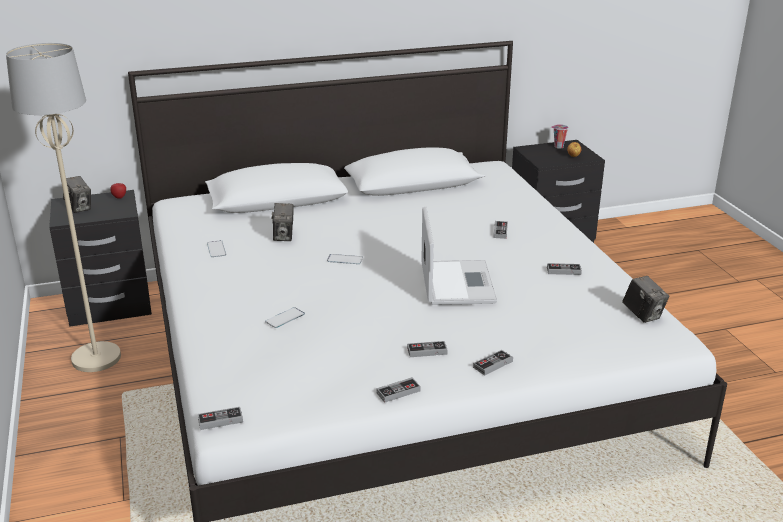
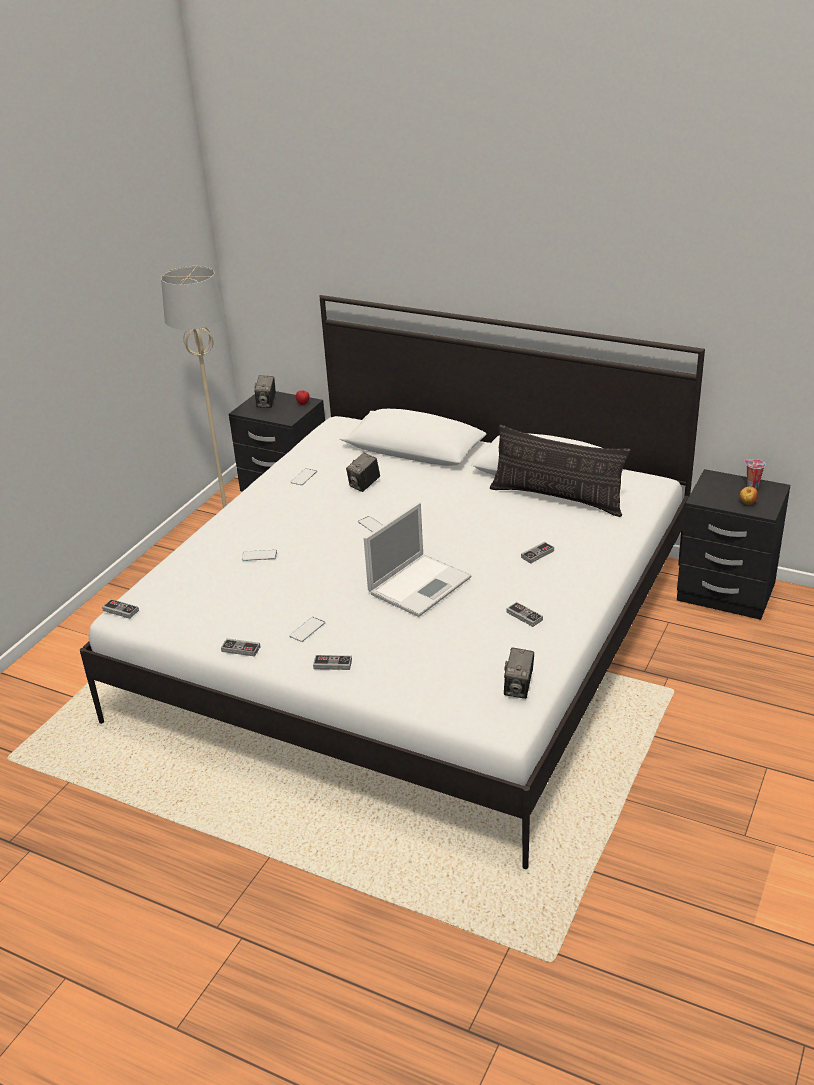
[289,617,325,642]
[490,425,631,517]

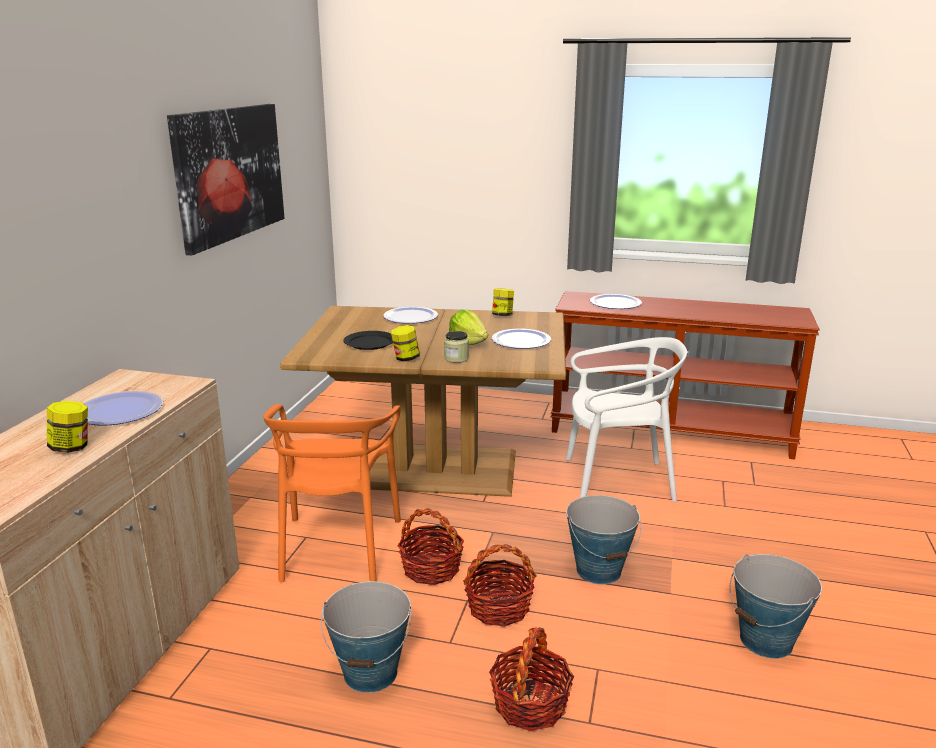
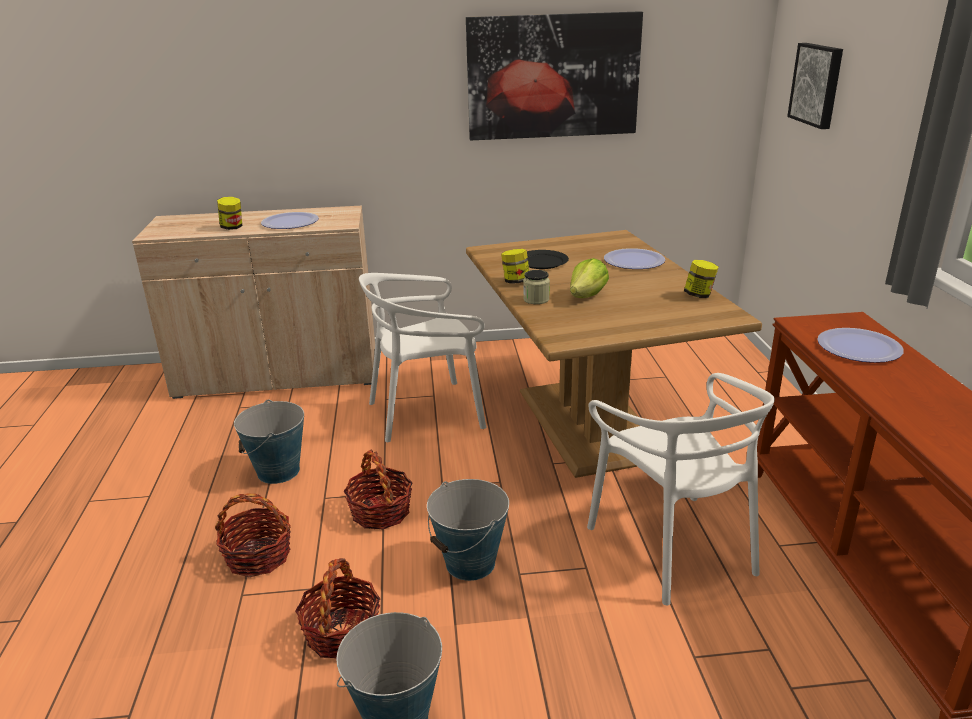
[359,273,486,442]
[295,558,380,659]
[492,329,551,349] (first image)
[787,43,843,129]

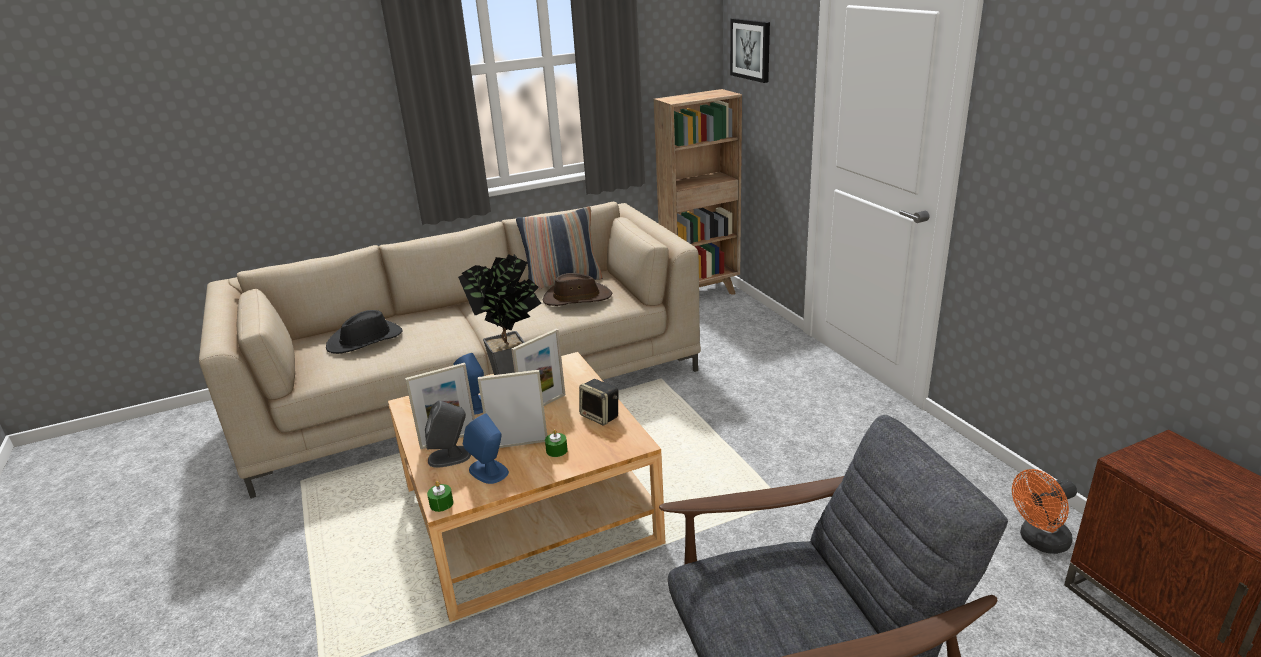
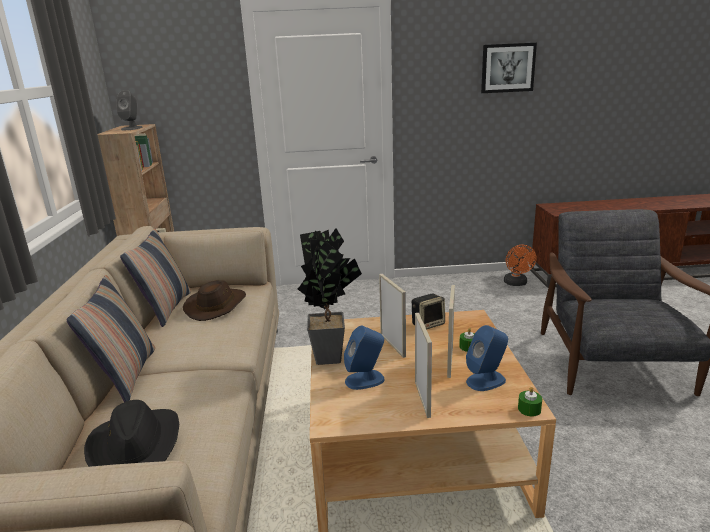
[117,90,143,130]
[481,43,537,93]
[67,275,155,402]

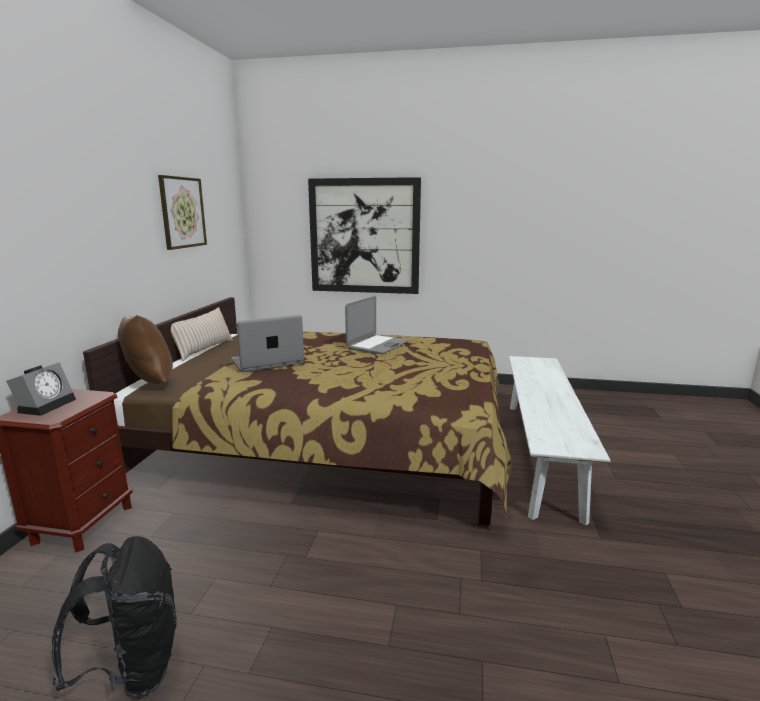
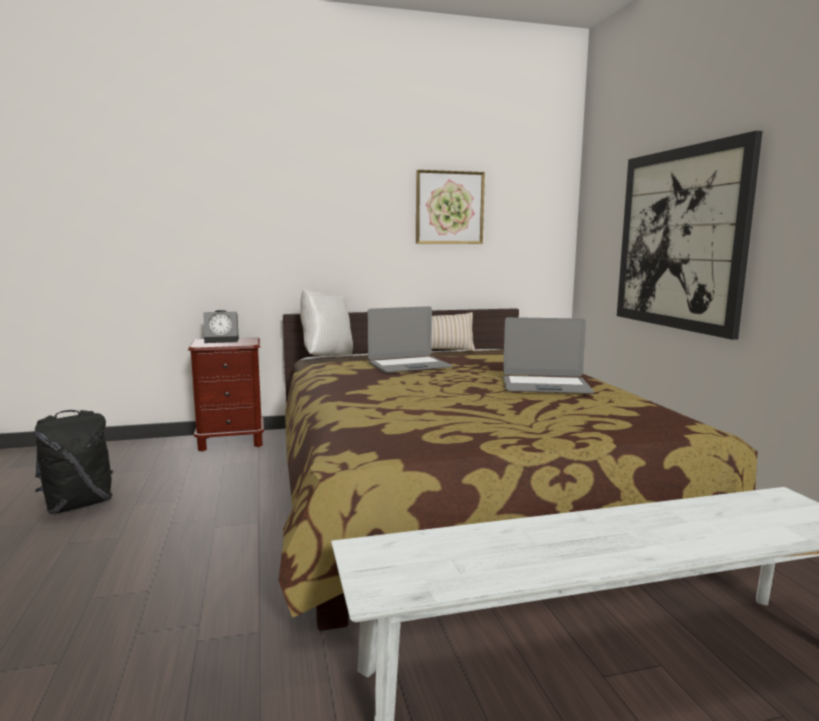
[300,289,353,356]
[368,306,452,373]

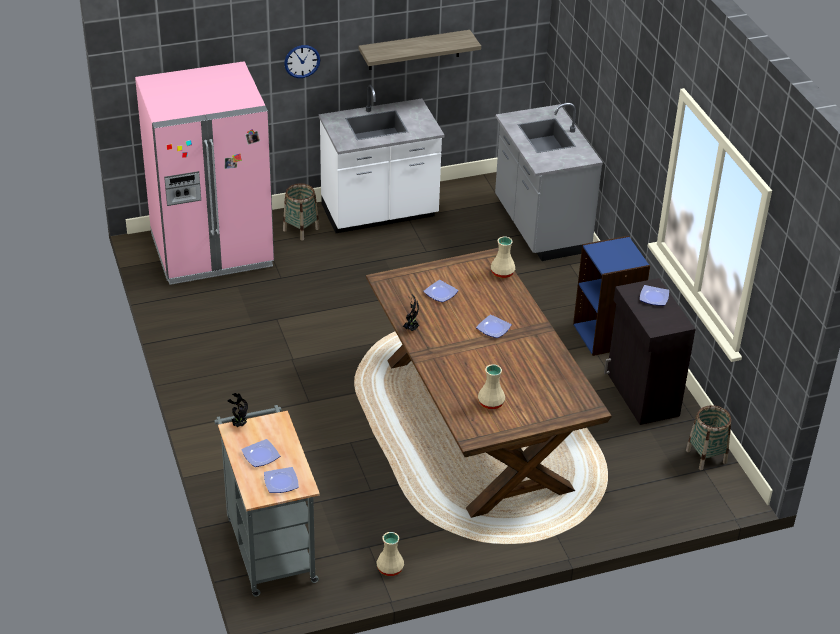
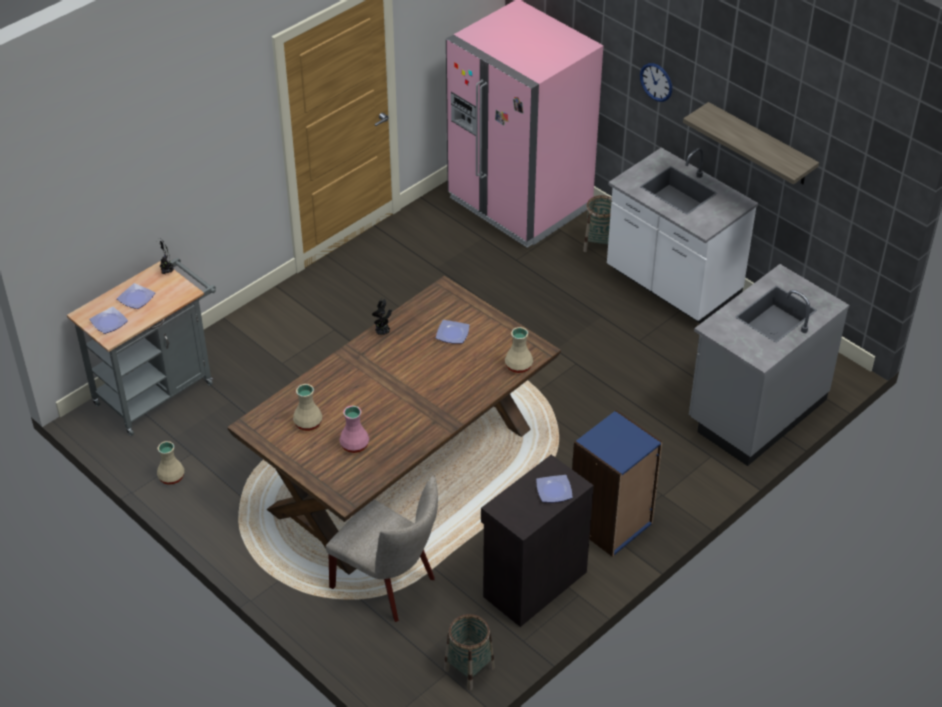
[476,315,512,338] (first image)
[326,476,438,622]
[339,406,369,453]

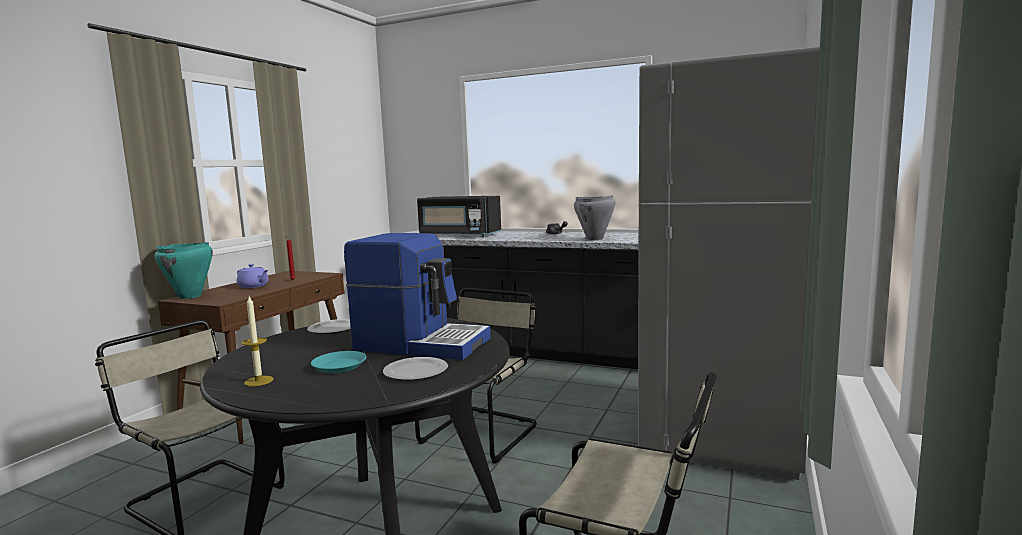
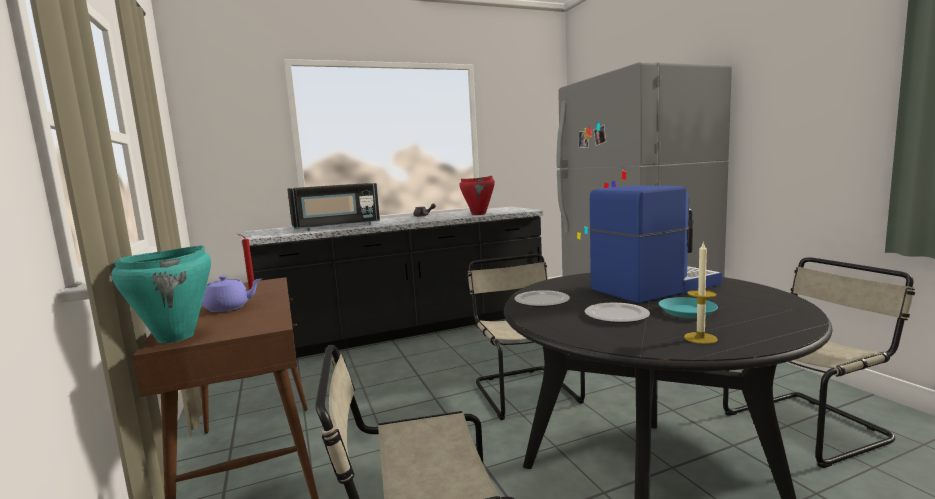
[585,303,650,323]
[460,176,495,215]

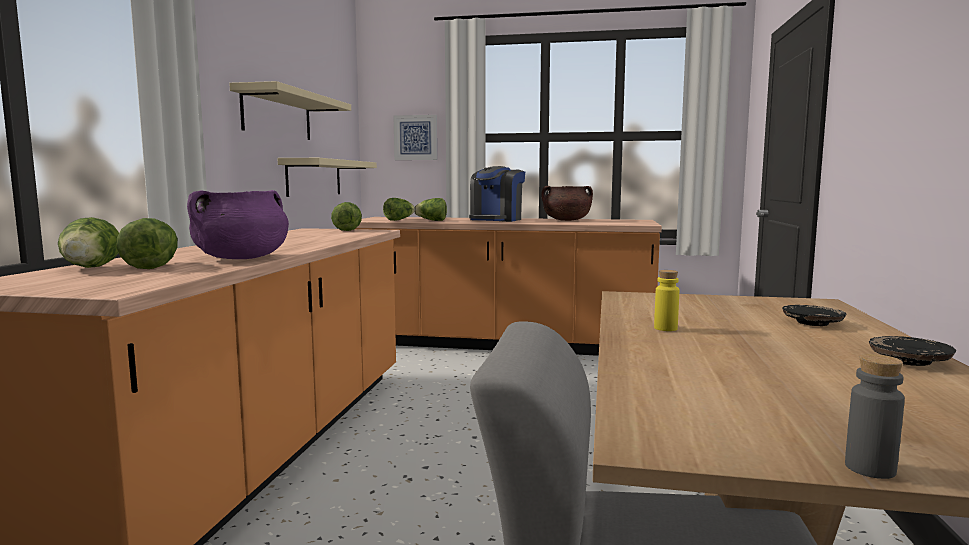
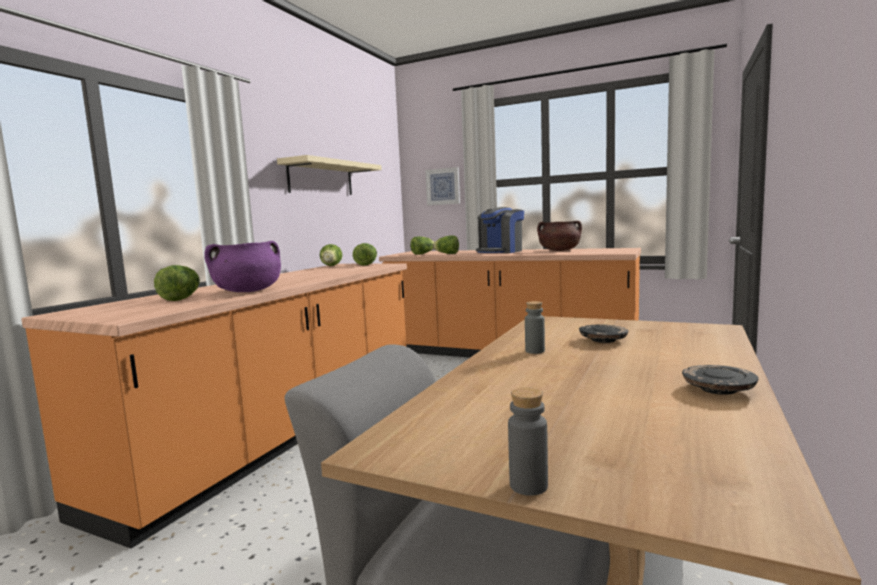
[320,244,342,266]
[278,158,377,197] (first image)
[525,301,545,354]
[579,325,628,343]

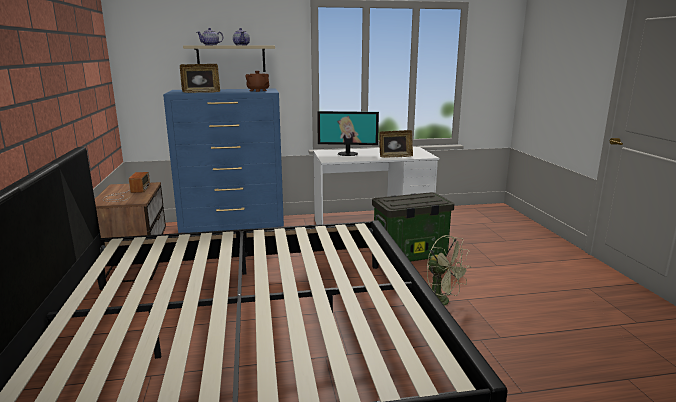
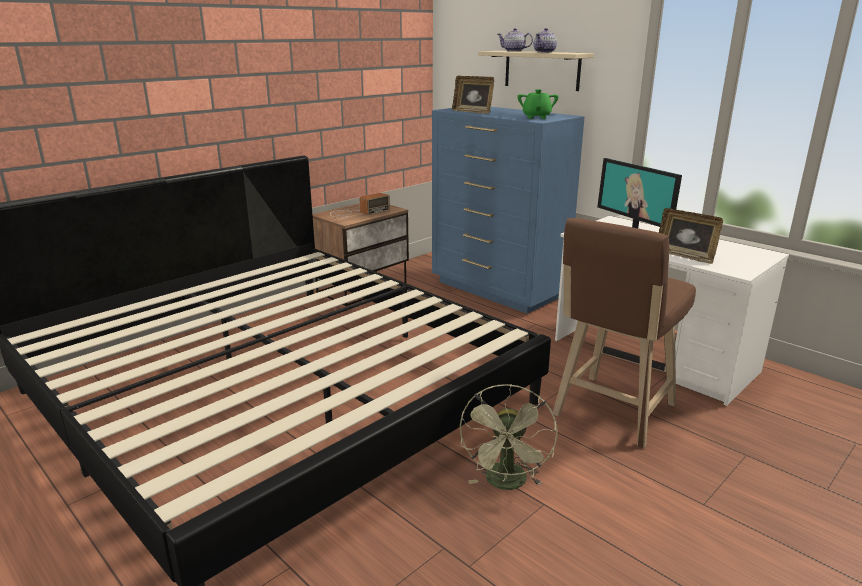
[517,89,559,119]
[553,218,696,449]

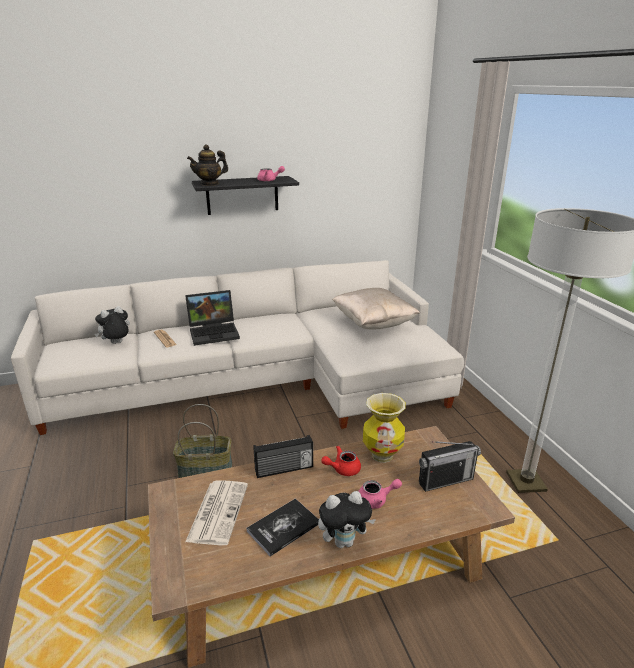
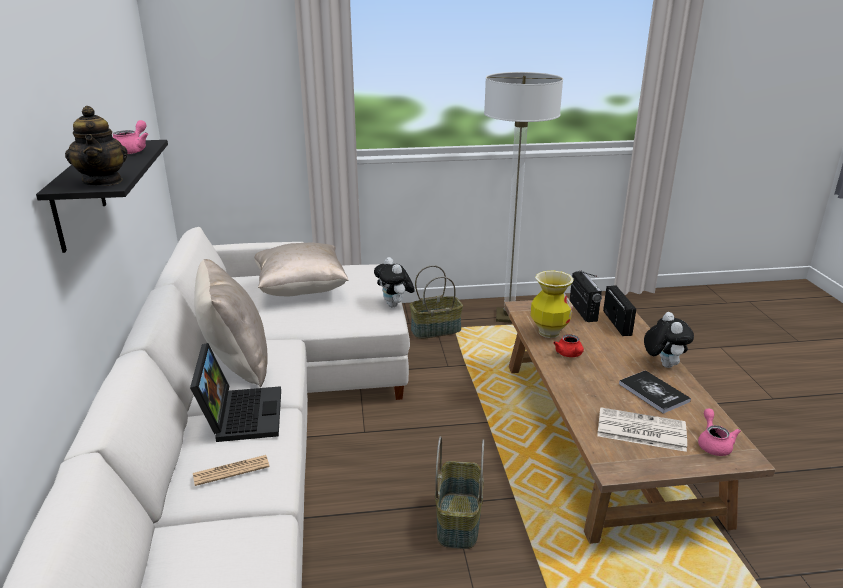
[374,257,415,307]
[603,285,636,336]
[698,409,741,456]
[194,259,268,387]
[410,265,463,339]

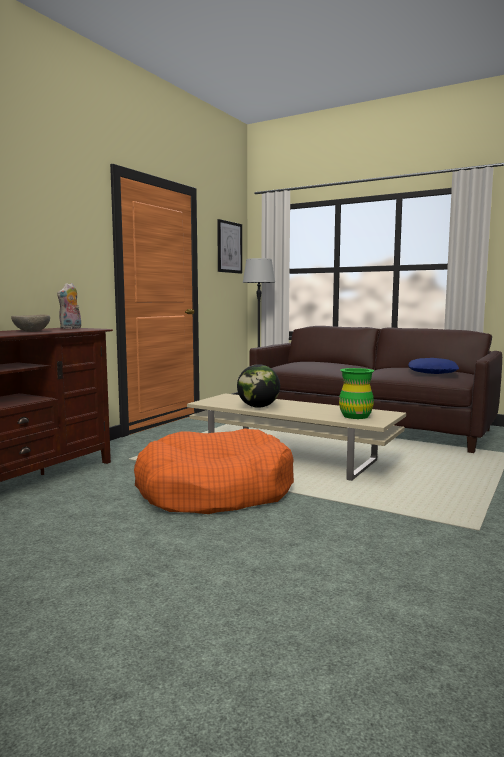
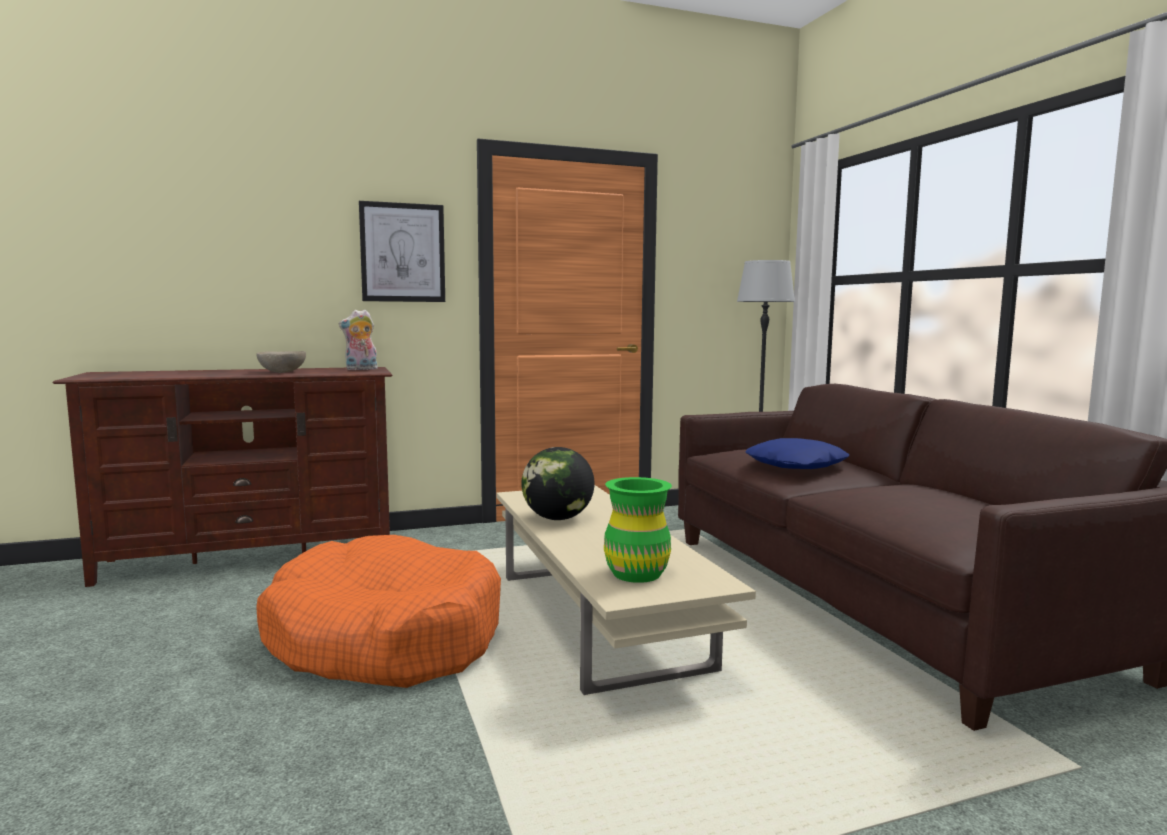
[359,201,445,302]
[745,438,849,469]

